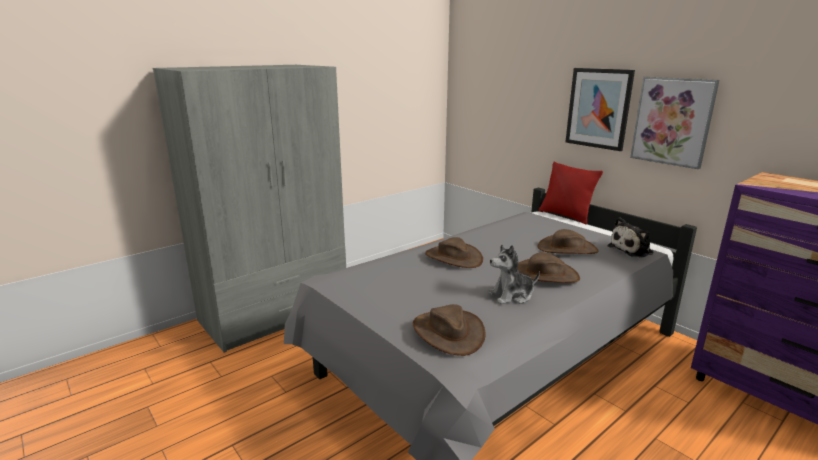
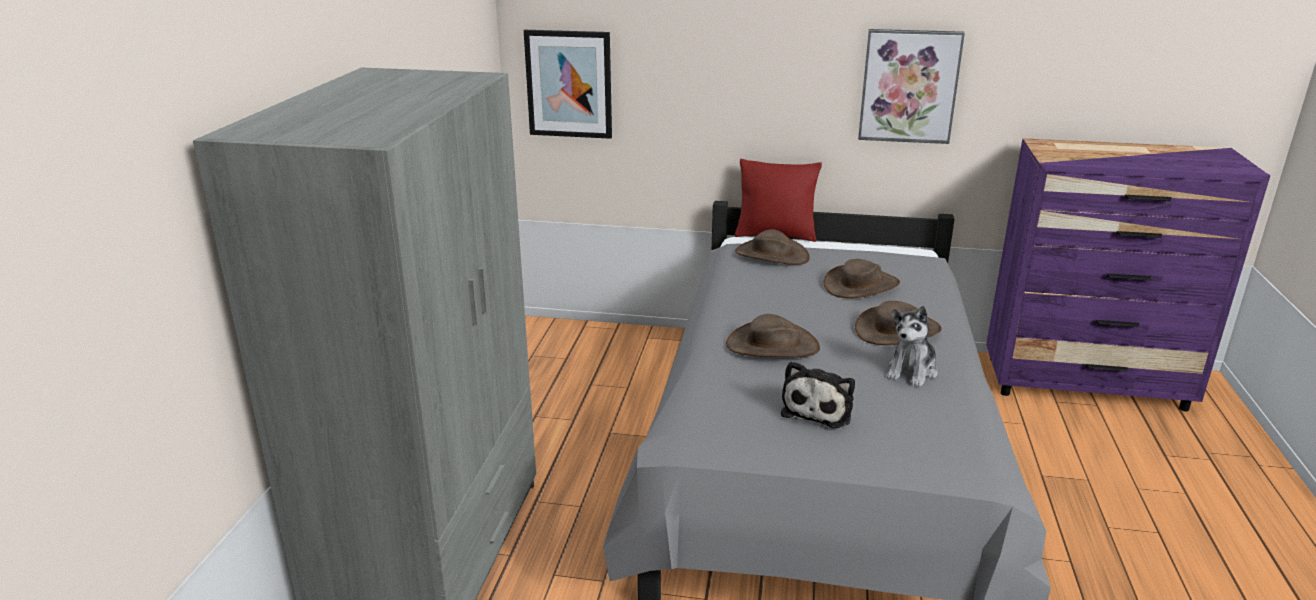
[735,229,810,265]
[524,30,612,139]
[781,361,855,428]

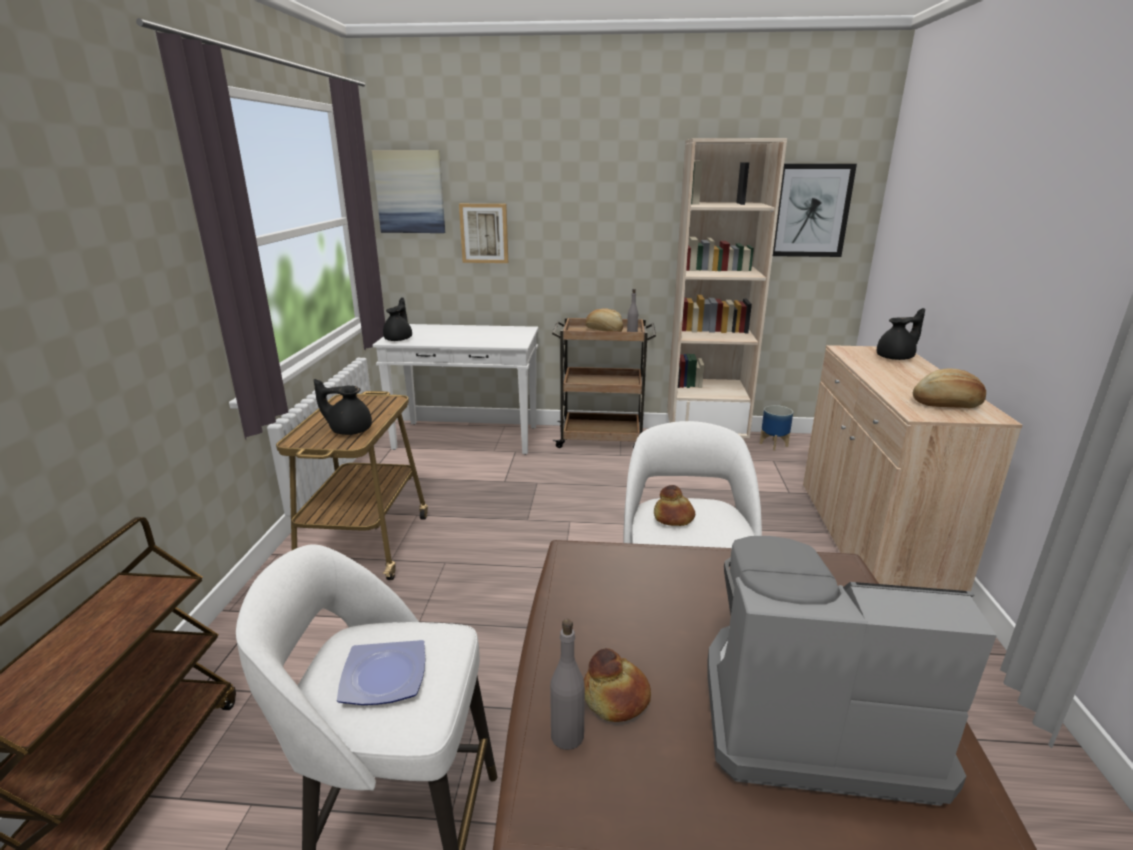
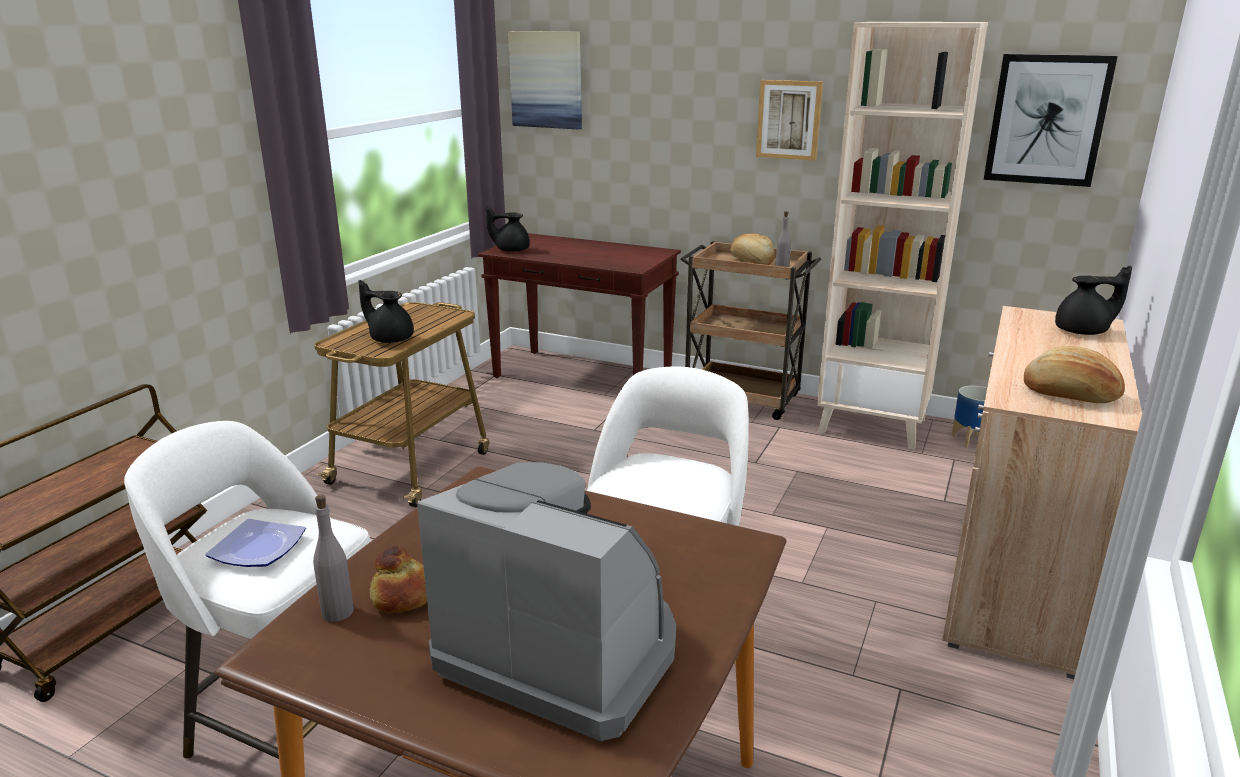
[478,233,681,378]
[486,206,529,252]
[756,80,823,161]
[654,485,695,526] (first image)

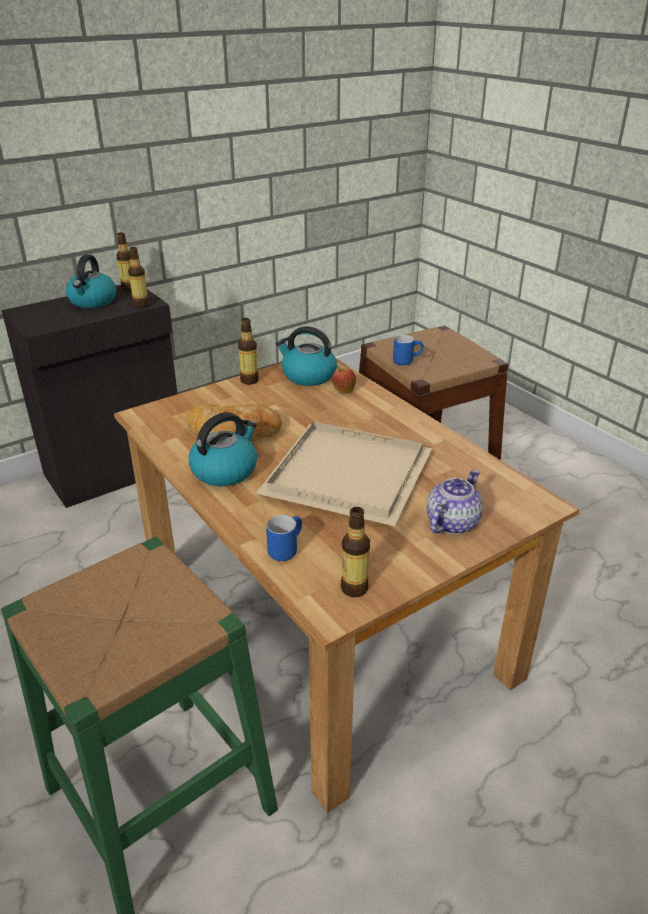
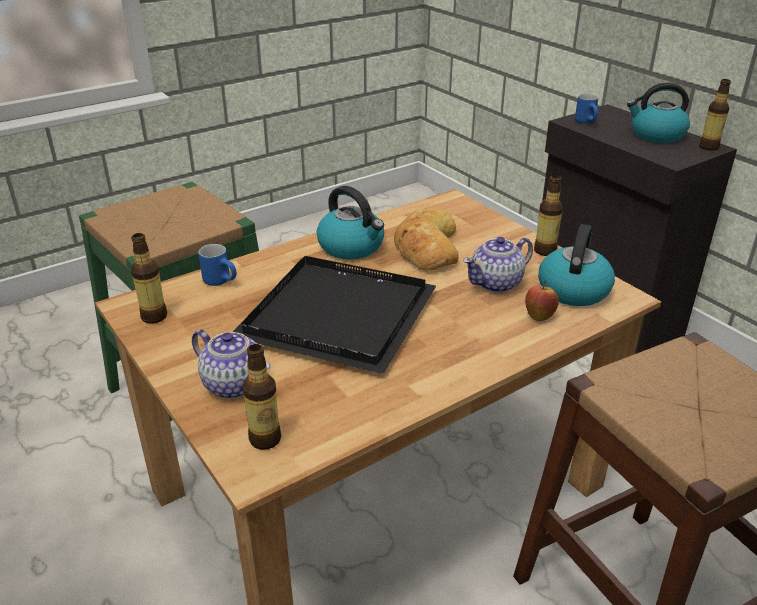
[243,344,281,450]
[233,256,436,374]
[575,94,598,124]
[463,237,533,293]

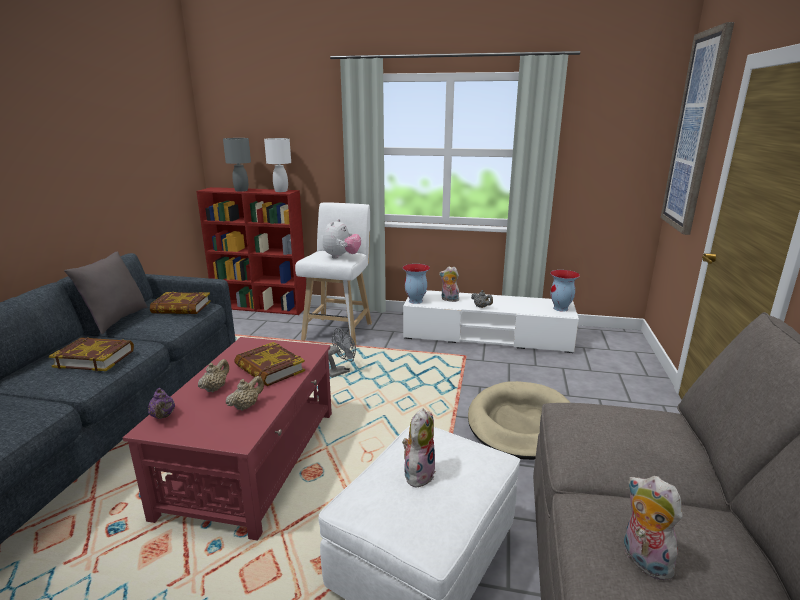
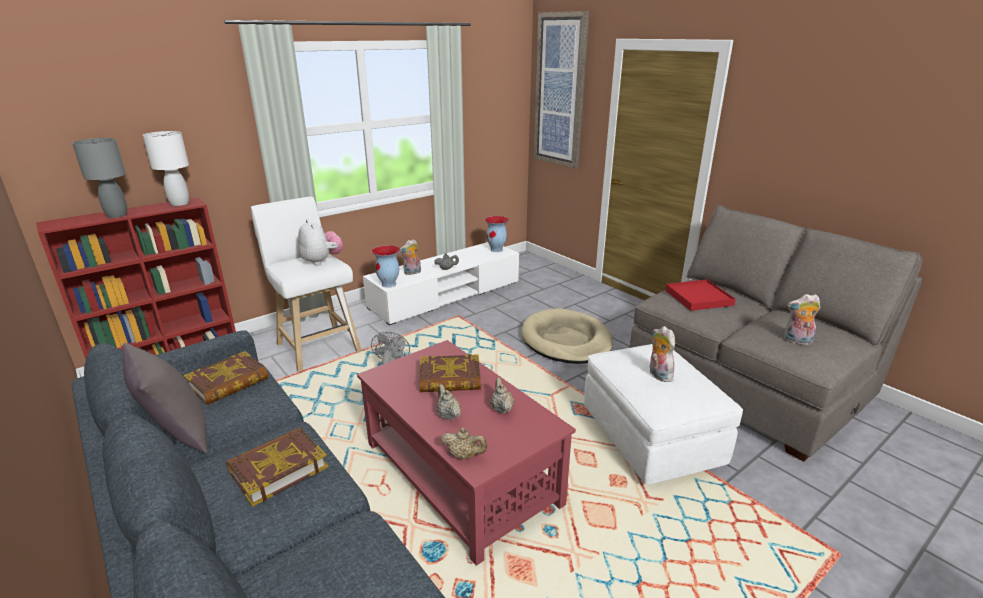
[441,428,487,459]
[665,280,736,311]

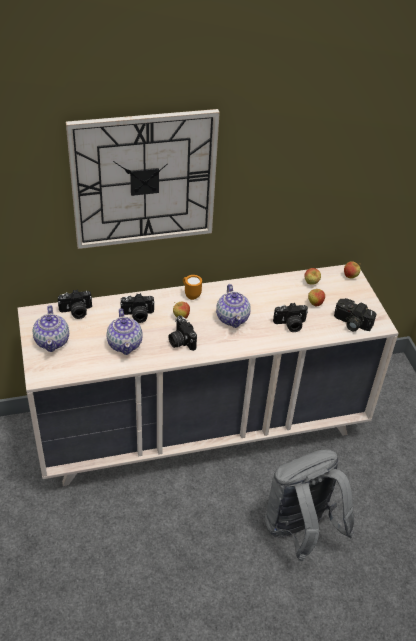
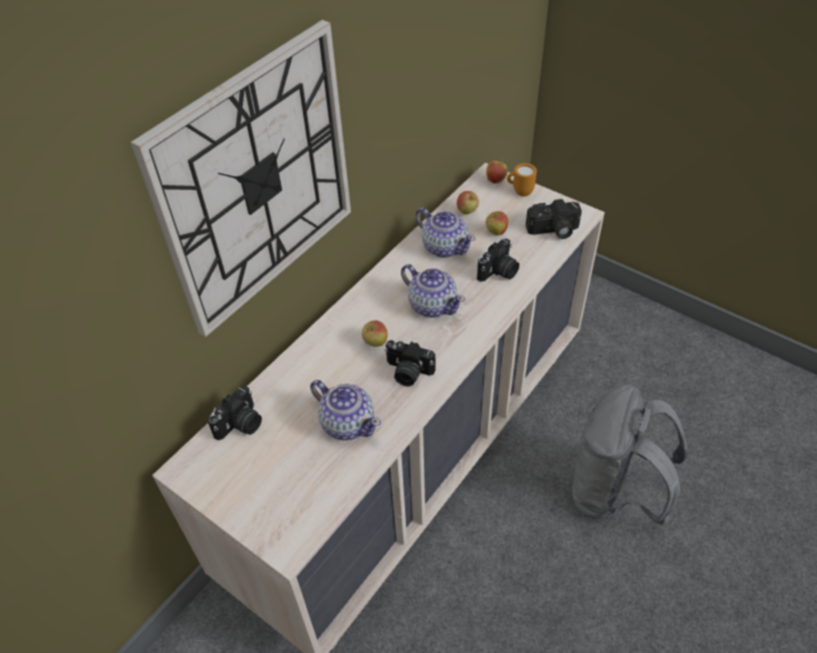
[416,207,475,258]
[120,293,155,323] (first image)
[507,163,537,196]

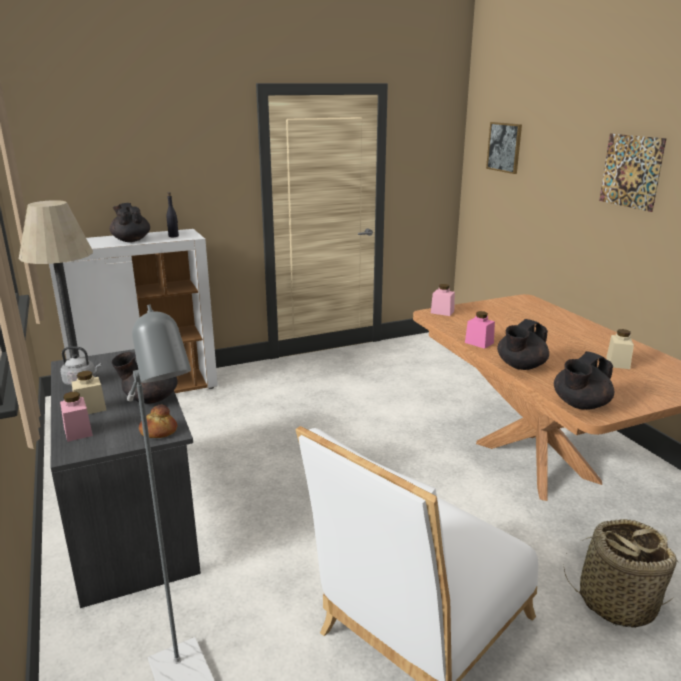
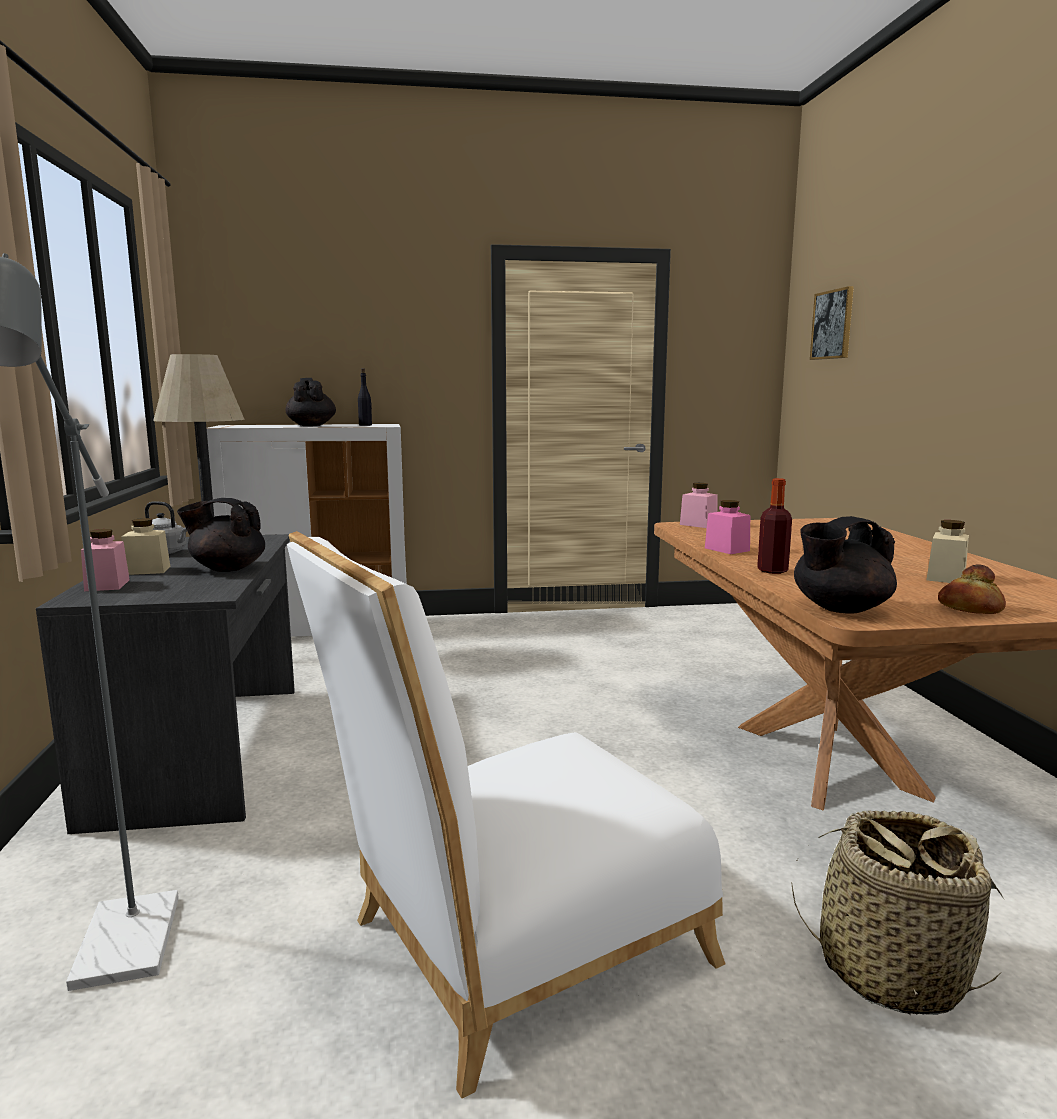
[938,564,1006,614]
[757,478,792,574]
[599,133,667,212] (first image)

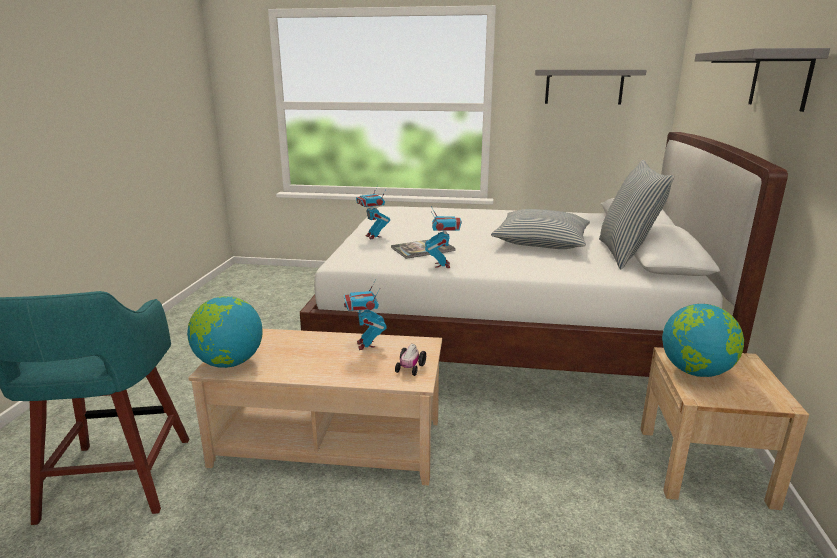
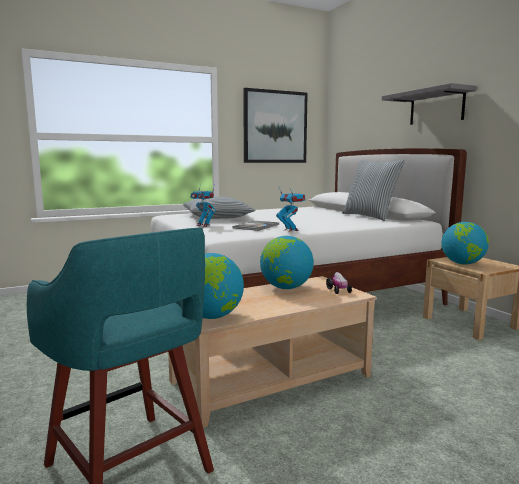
[260,236,314,289]
[183,196,256,219]
[243,88,308,163]

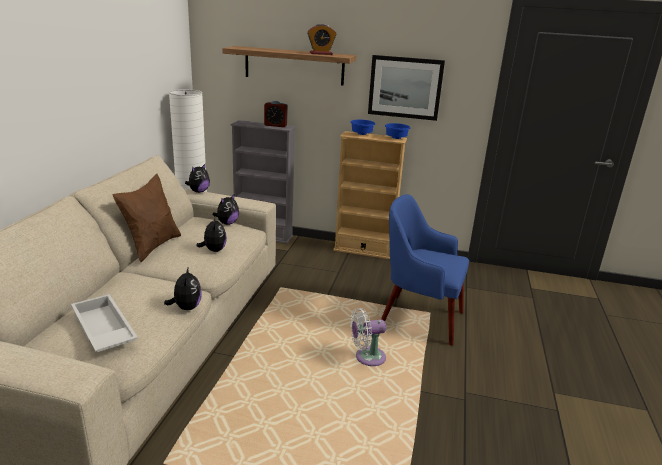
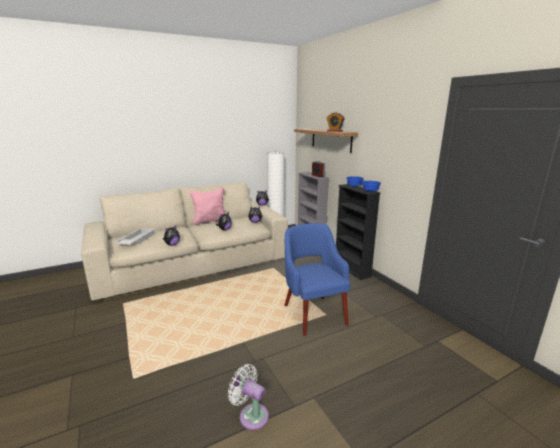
[189,187,225,226]
[336,184,381,280]
[228,364,269,430]
[368,55,445,121] (first image)

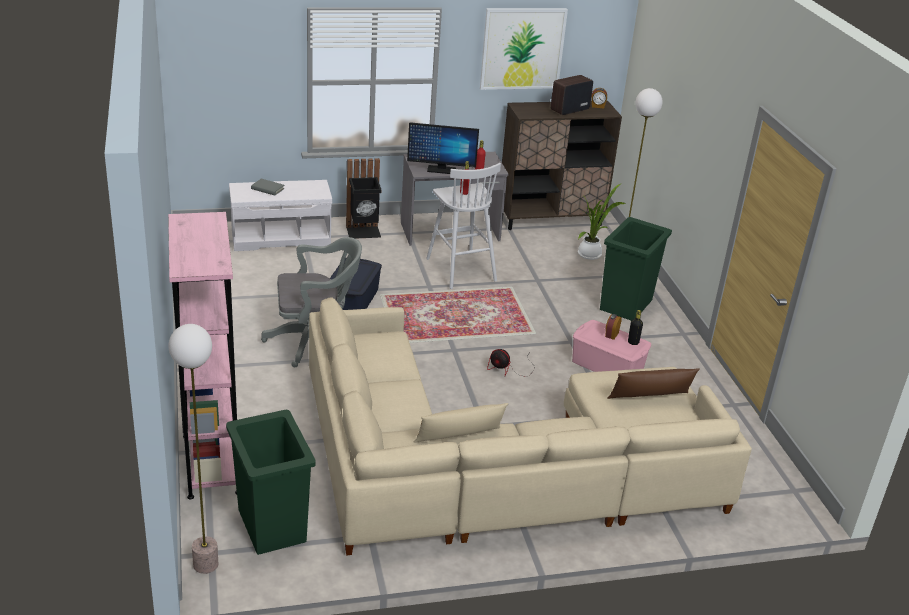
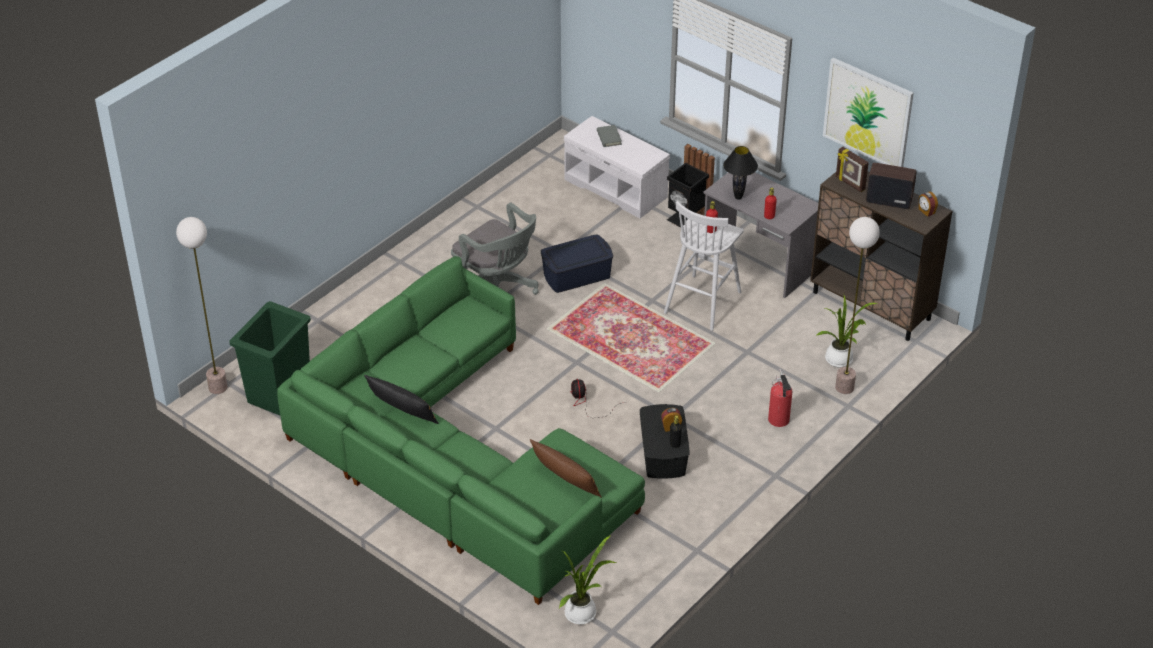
[168,212,237,499] (first image)
[277,256,645,605]
[723,146,758,200]
[364,375,439,424]
[640,404,690,479]
[768,369,792,427]
[559,535,617,625]
[836,147,869,192]

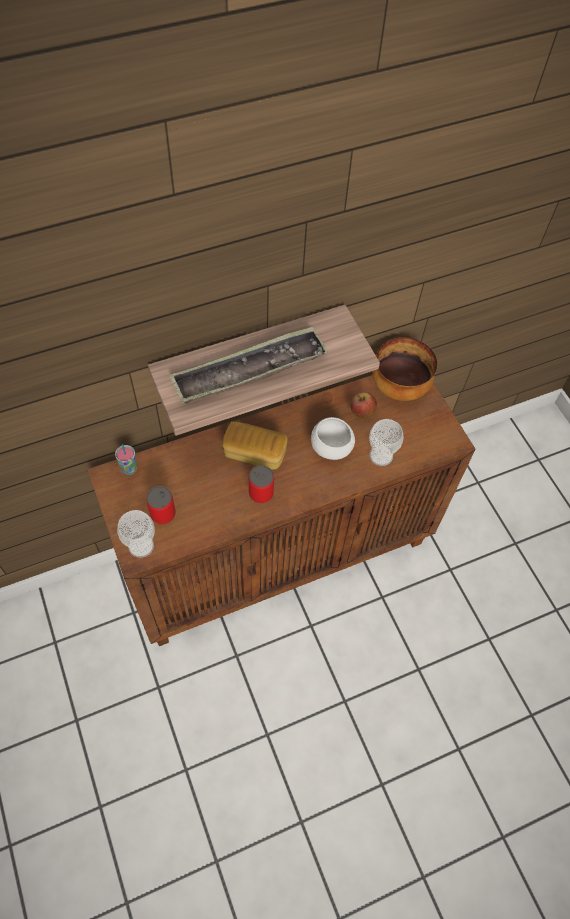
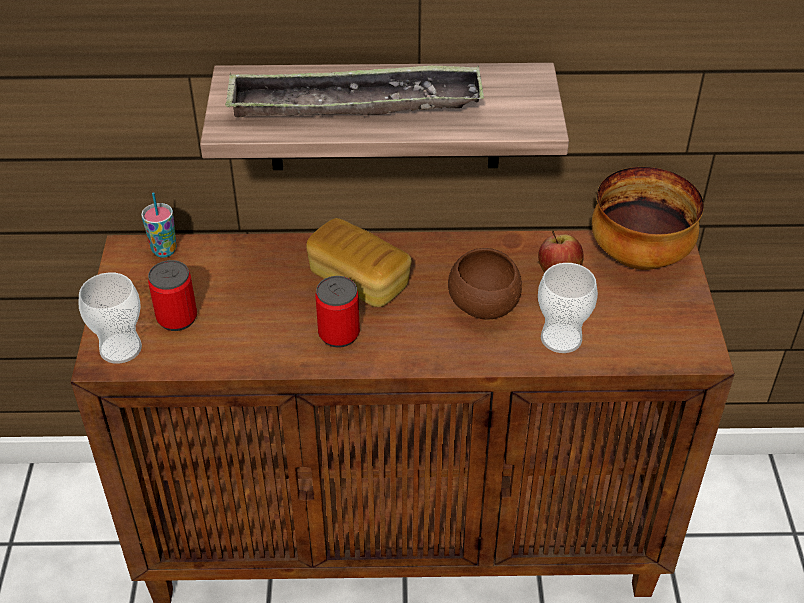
[448,248,522,320]

